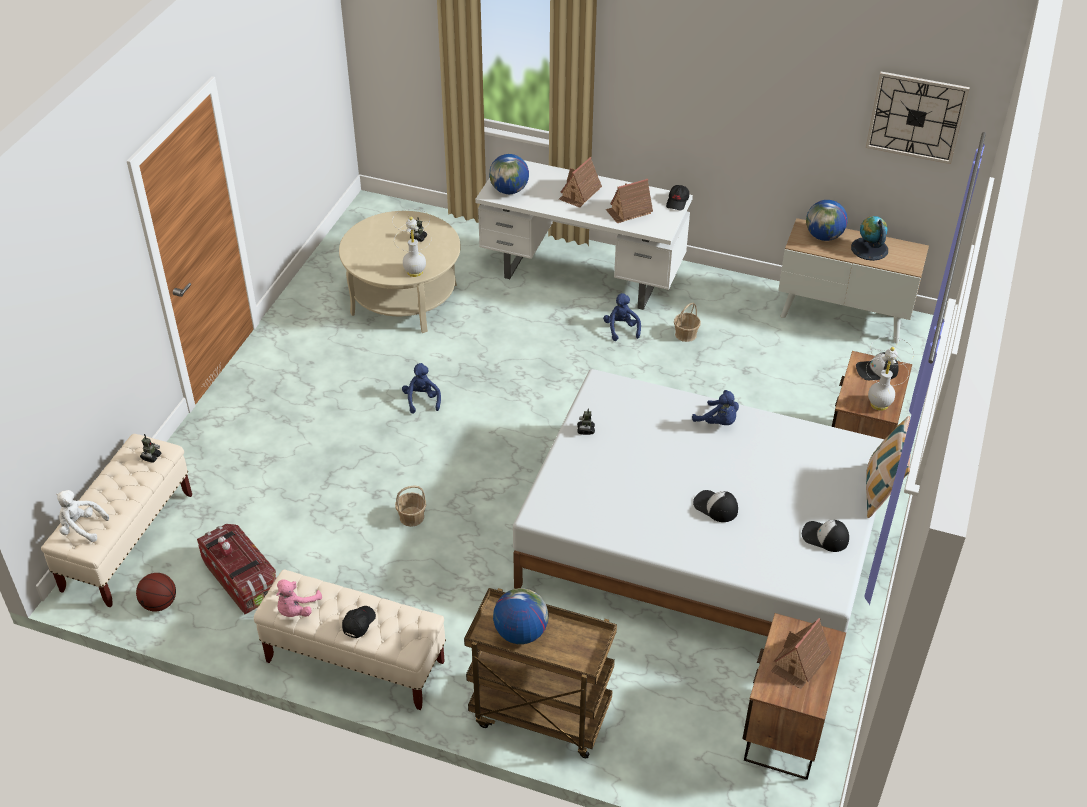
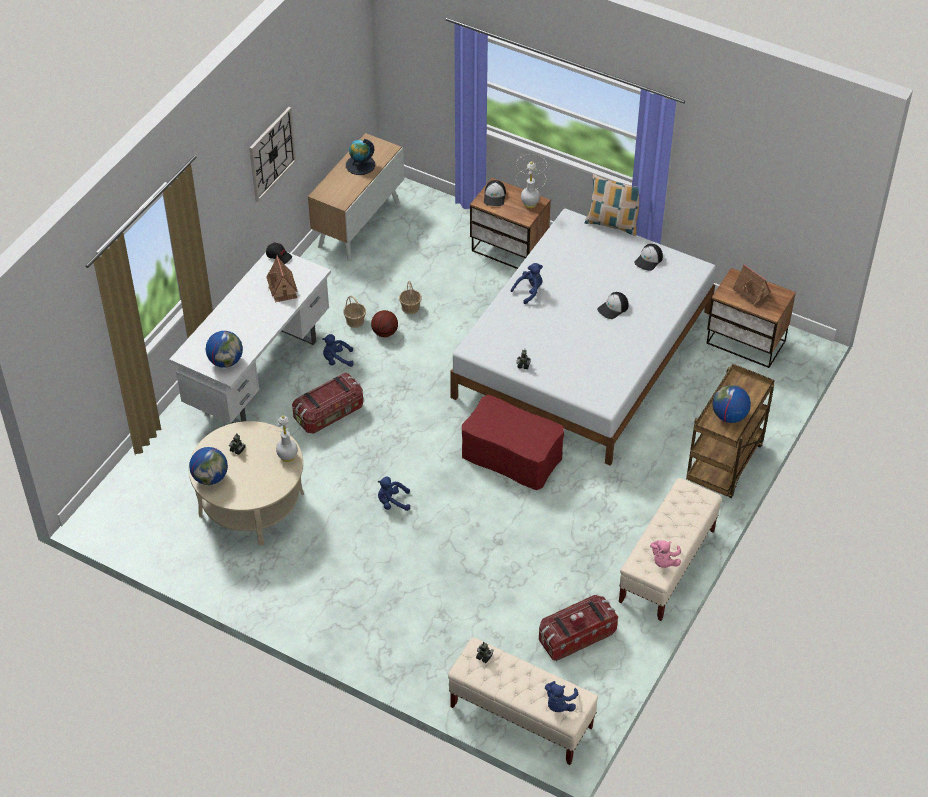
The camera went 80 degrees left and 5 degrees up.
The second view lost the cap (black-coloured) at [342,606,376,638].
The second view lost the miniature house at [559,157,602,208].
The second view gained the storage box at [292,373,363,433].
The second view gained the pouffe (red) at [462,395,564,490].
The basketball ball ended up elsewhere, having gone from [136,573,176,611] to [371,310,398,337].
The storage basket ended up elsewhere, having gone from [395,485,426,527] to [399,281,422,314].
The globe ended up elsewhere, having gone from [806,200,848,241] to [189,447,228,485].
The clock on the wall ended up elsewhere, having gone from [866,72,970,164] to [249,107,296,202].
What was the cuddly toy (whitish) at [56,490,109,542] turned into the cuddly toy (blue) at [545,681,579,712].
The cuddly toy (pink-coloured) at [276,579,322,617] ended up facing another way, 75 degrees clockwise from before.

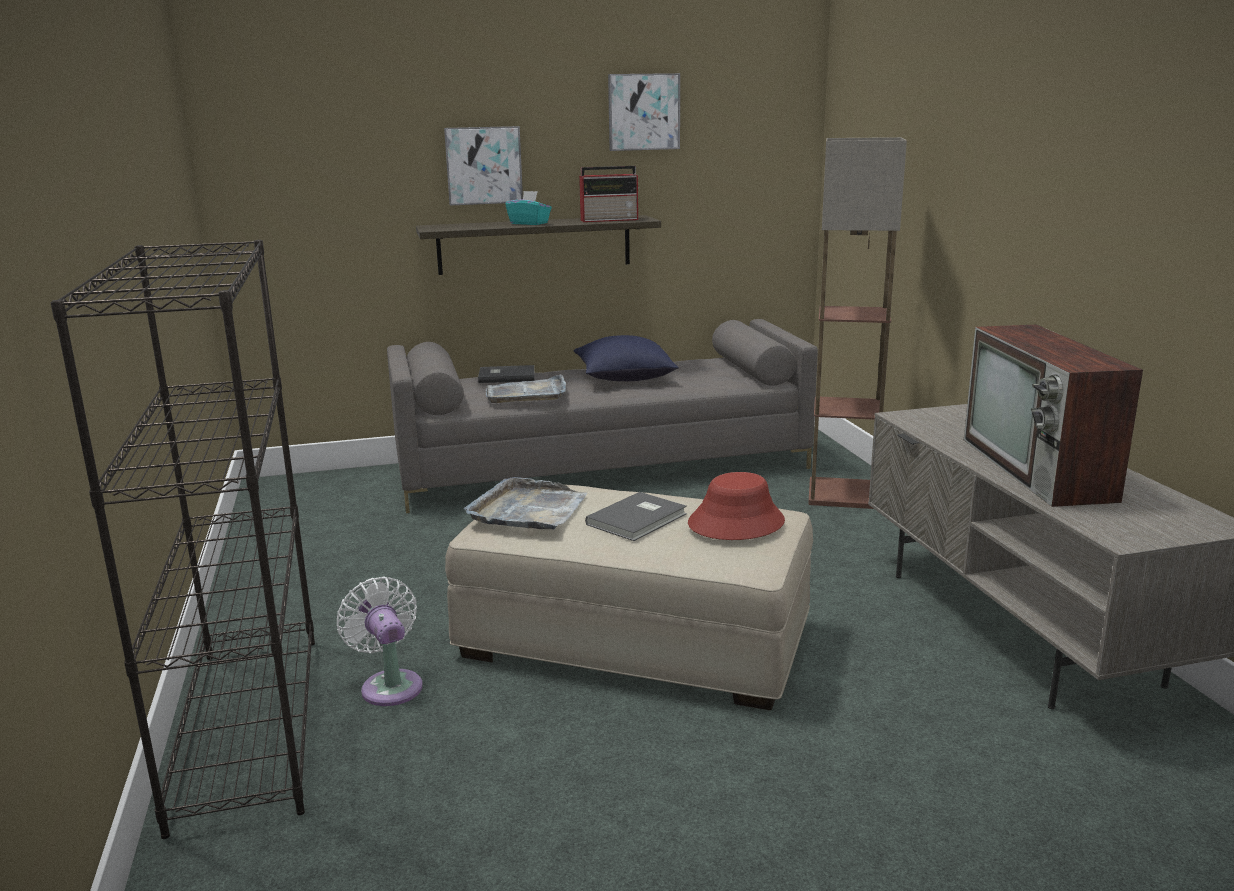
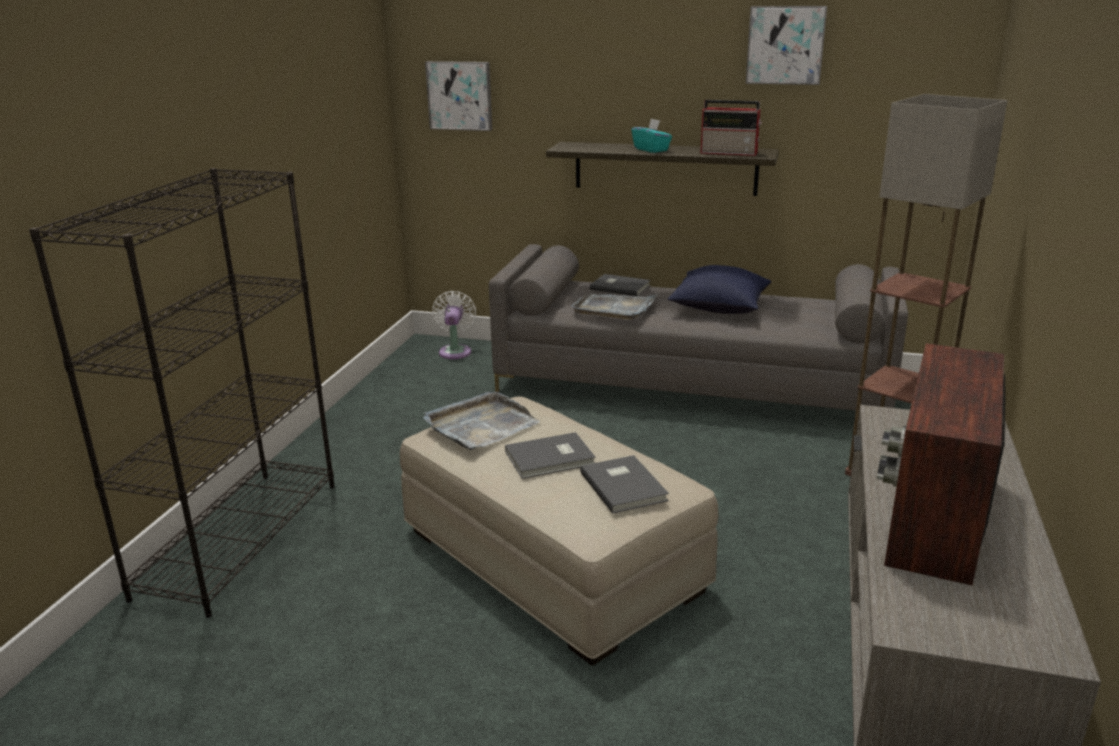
The camera went 30 degrees right and 5 degrees up.
The electric fan (whitish) ended up elsewhere, having gone from [337,577,423,706] to [432,291,476,359].
The wall picture ended up elsewhere, having gone from [444,126,523,206] to [425,61,492,131].
Where the clothing hat (red) stood at [688,472,785,540], the volume (greyish) came to stand at [580,455,669,514].

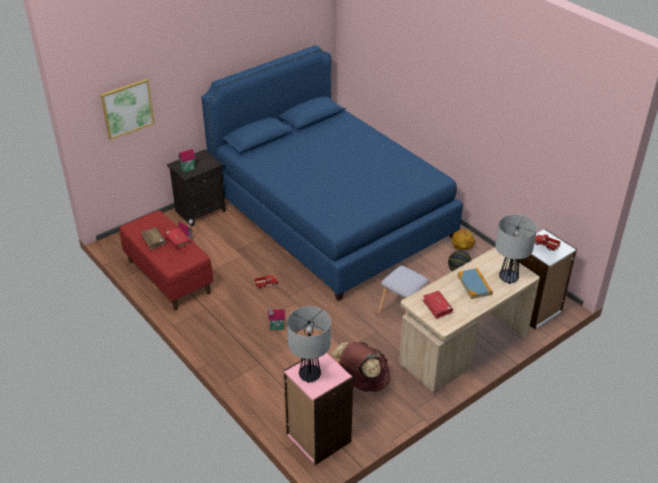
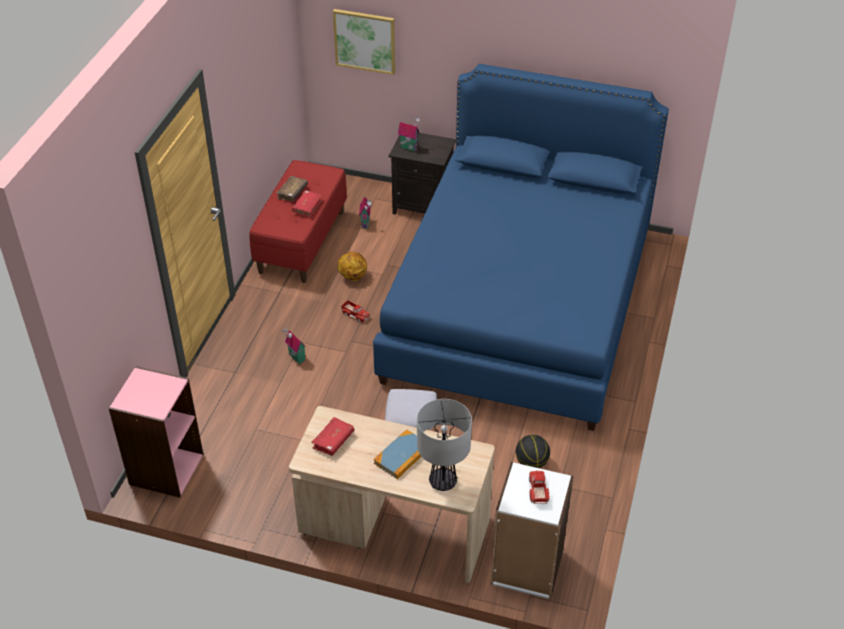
The camera went 55 degrees right and 5 degrees up.
The second view lost the tabletop lamp at [287,306,331,383].
The second view lost the knapsack (brown-coloured) at [332,341,391,392].
The basketball ball ended up elsewhere, having gone from [452,229,475,250] to [338,252,367,281].

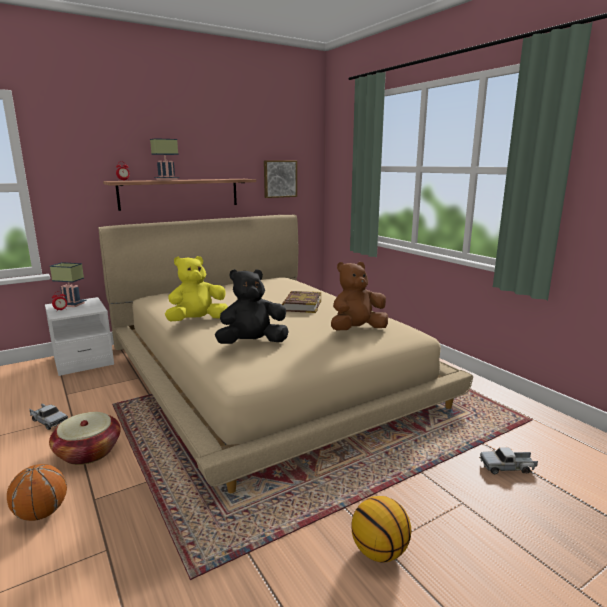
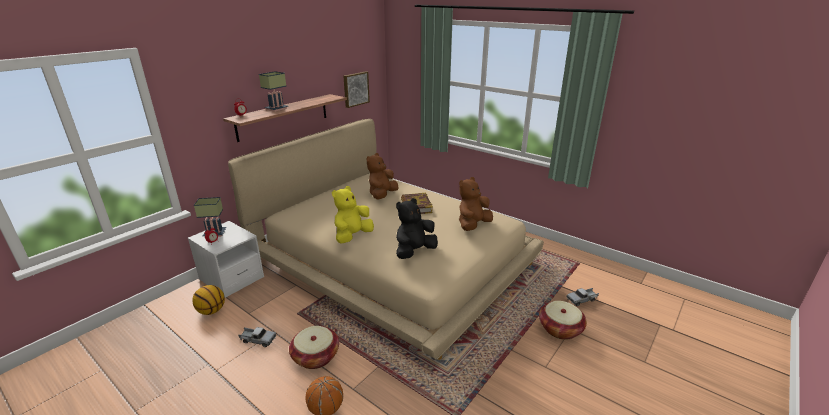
The camera went 20 degrees left and 10 degrees up.
The second view gained the cuddly toy (brown-coloured) at [367,153,399,200].
The second view gained the storage basket at [539,301,587,340].
The basketball ball ended up elsewhere, having gone from [351,496,411,563] to [192,285,225,315].

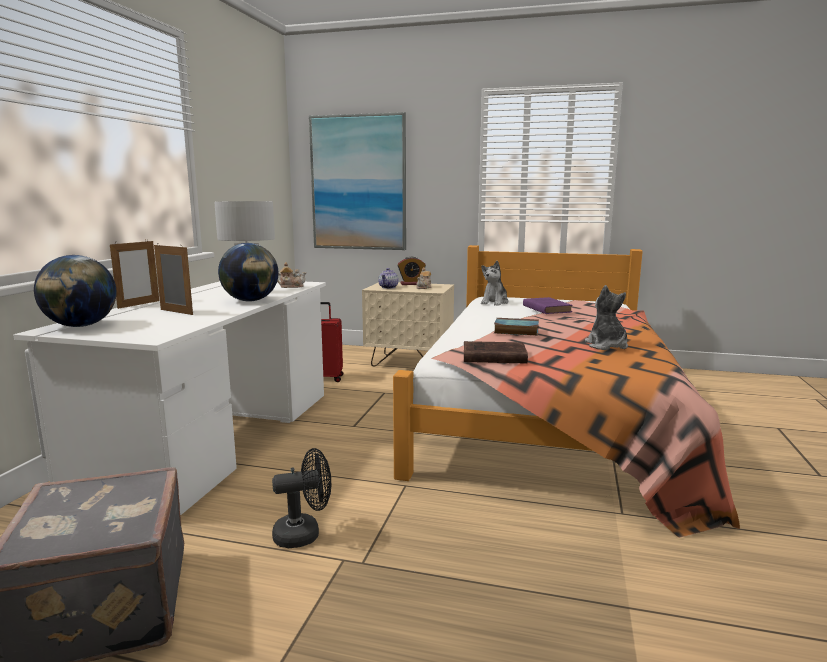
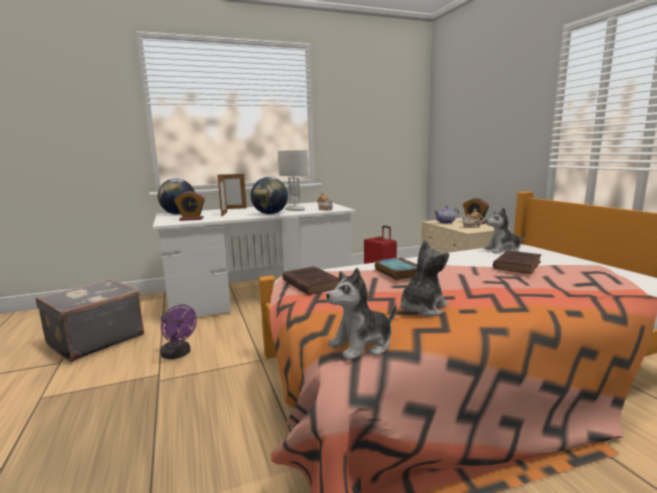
The camera went 55 degrees right and 0 degrees up.
The second view lost the wall picture at [309,112,406,250].
The second view gained the table clock at [174,191,205,221].
The second view gained the cuddly toy at [326,268,396,360].
What was the electric fan (black-coloured) at [272,448,331,548] turned into the electric fan (purple) at [160,305,197,359].
What was the volume (purple) at [523,297,573,314] turned into the volume (brown-coloured) at [493,250,541,274].

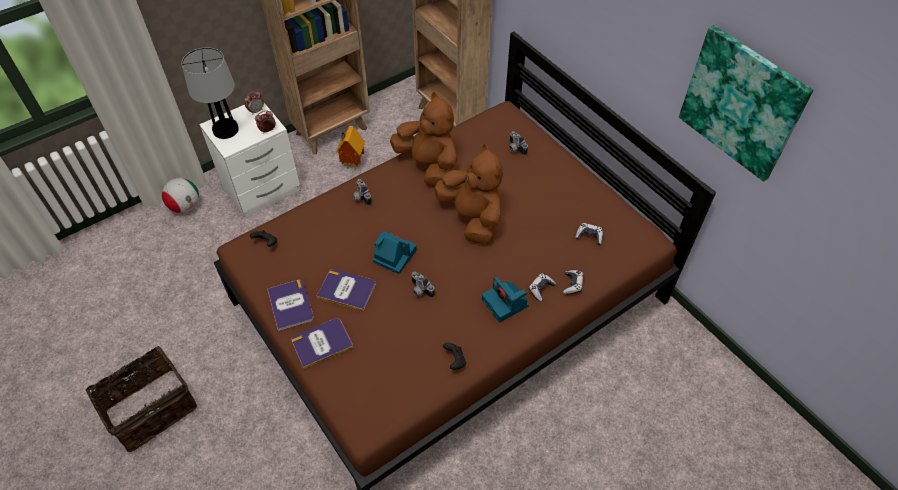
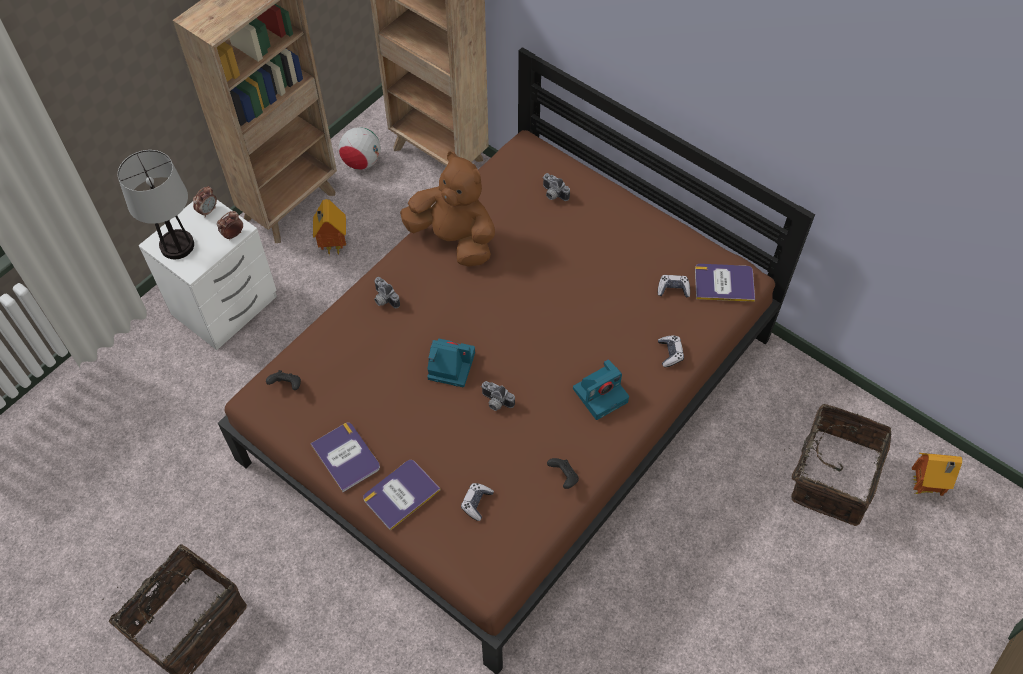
The camera went 15 degrees left and 5 degrees up.
The second view lost the cuddly toy (brown-coloured) at [434,144,503,244].
The second view lost the wall picture at [679,25,813,182].
The second view gained the storage basket at [777,404,891,526].
The second view gained the miniature house at [912,453,962,496].
The football ball ended up elsewhere, having gone from [162,178,199,213] to [338,127,381,170].
The volume ended up elsewhere, having gone from [317,269,376,311] to [695,264,755,302].
The gamepad ended up elsewhere, having gone from [529,273,556,301] to [461,483,494,521].
The still camera at [482,277,529,322] ended up facing another way, 75 degrees counterclockwise from before.

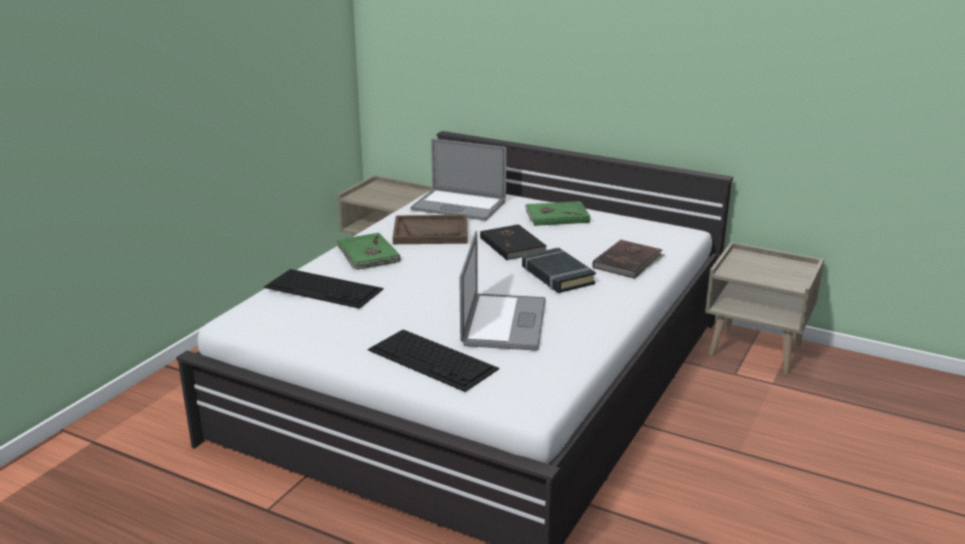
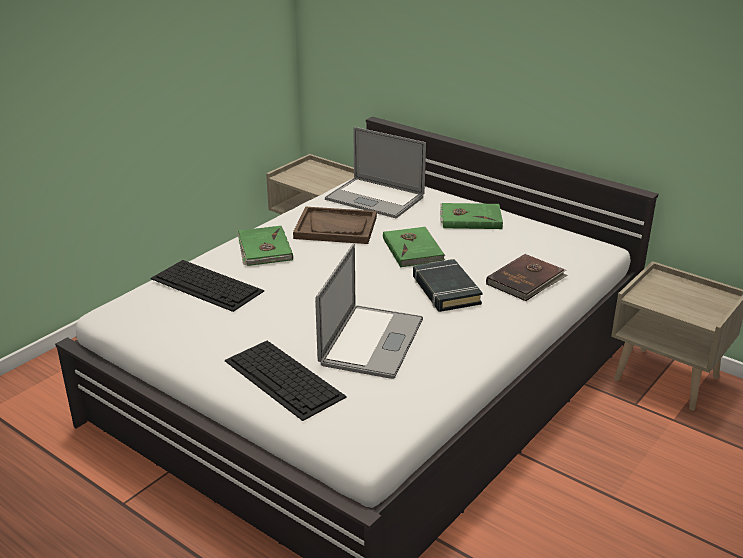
The camera went 10 degrees right and 5 degrees up.
What was the volume (black-coloured) at [480,224,547,260] turned into the volume (green) at [383,227,445,267].

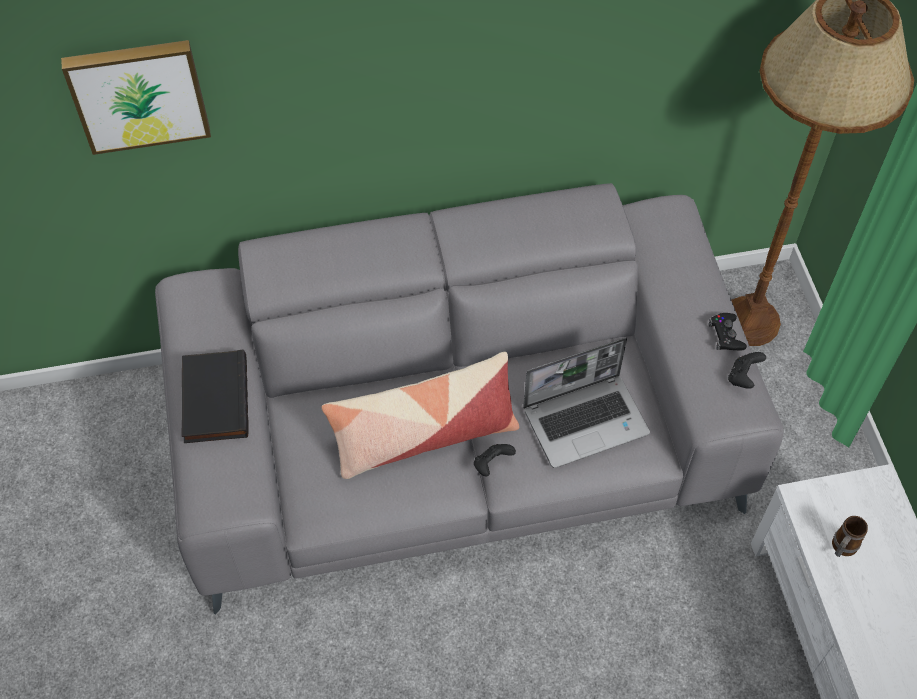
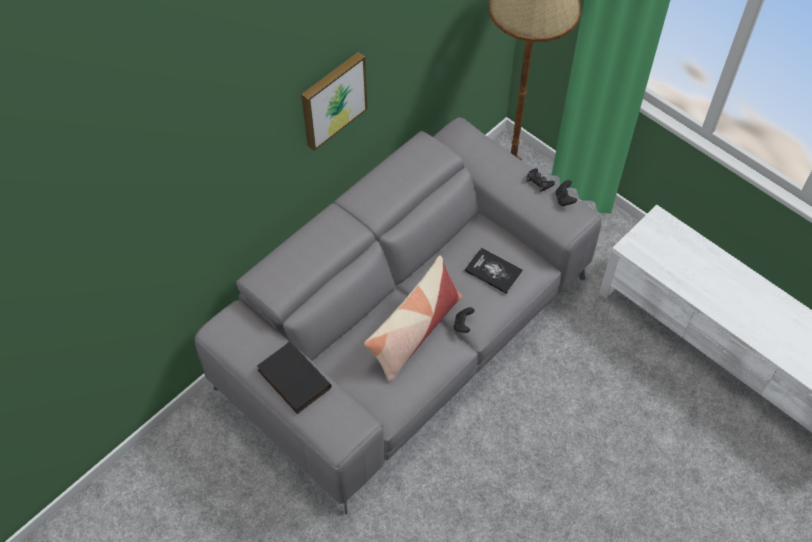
The camera went 35 degrees left and 0 degrees up.
The second view lost the mug at [832,516,868,557].
The wall picture ended up elsewhere, having gone from [61,40,211,155] to [301,52,368,151].
Where the laptop stood at [523,337,650,468], the volume came to stand at [464,247,523,294].

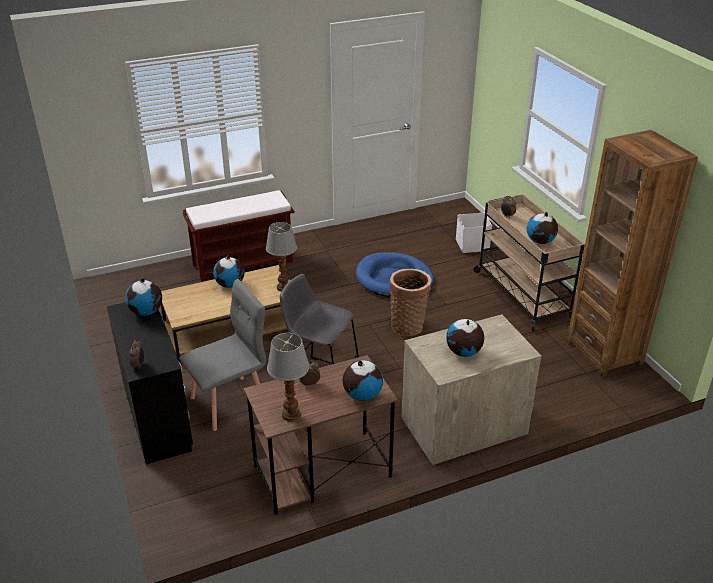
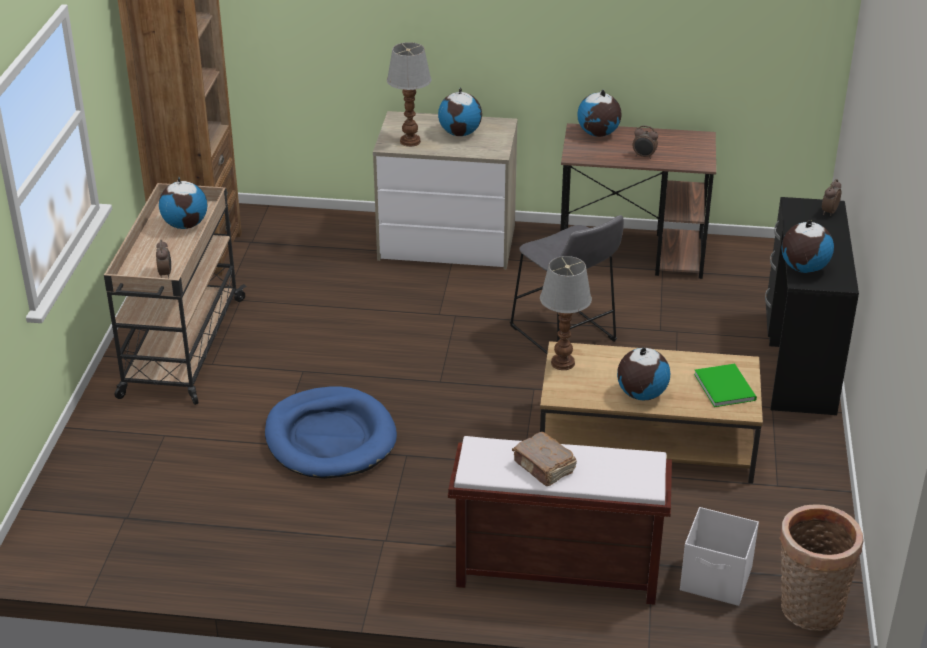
The camera went 150 degrees left and 0 degrees up.
The second view lost the plain chair (greyish) at [179,279,266,431].
The second view gained the volume (brown-coloured) at [512,432,577,486].
The second view gained the volume (green) at [694,364,757,407].
The tabletop lamp ended up elsewhere, having gone from [267,333,310,422] to [387,42,432,147].
The storage basket ended up elsewhere, having gone from [390,269,432,336] to [779,504,864,631].
The storage box (whitish) ended up elsewhere, having gone from [456,212,492,253] to [680,507,759,606].

